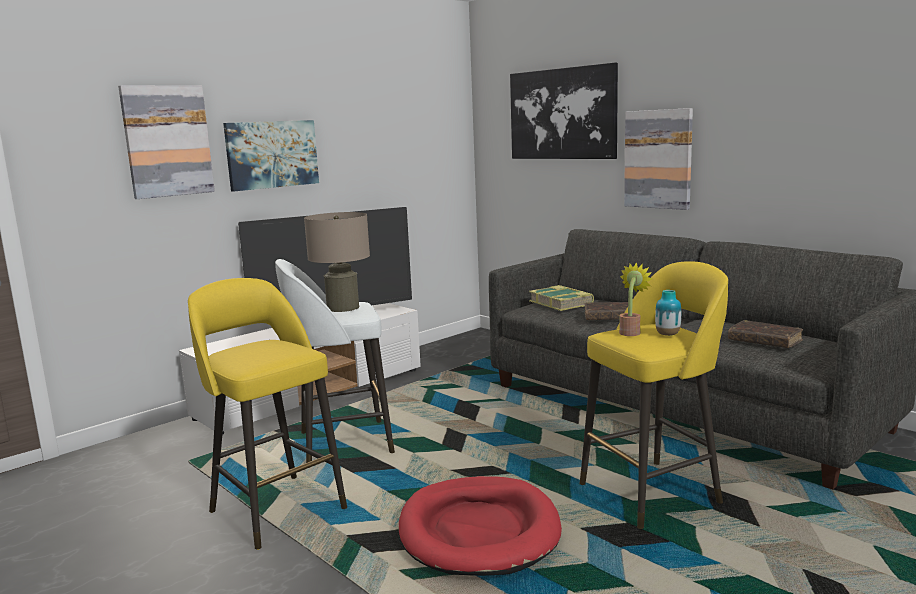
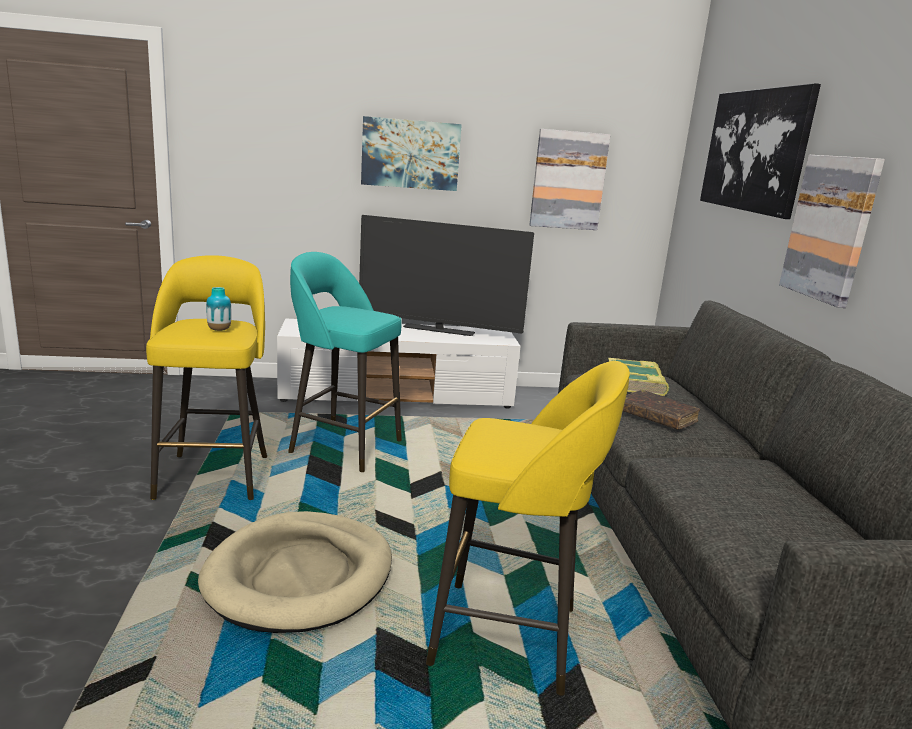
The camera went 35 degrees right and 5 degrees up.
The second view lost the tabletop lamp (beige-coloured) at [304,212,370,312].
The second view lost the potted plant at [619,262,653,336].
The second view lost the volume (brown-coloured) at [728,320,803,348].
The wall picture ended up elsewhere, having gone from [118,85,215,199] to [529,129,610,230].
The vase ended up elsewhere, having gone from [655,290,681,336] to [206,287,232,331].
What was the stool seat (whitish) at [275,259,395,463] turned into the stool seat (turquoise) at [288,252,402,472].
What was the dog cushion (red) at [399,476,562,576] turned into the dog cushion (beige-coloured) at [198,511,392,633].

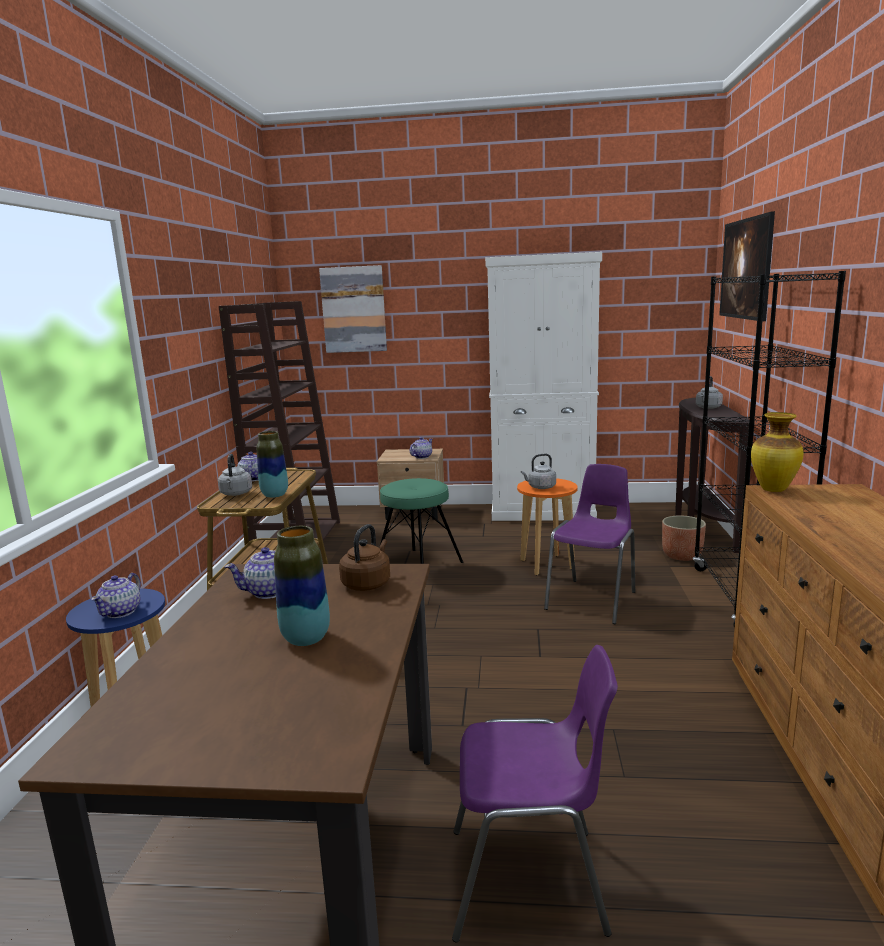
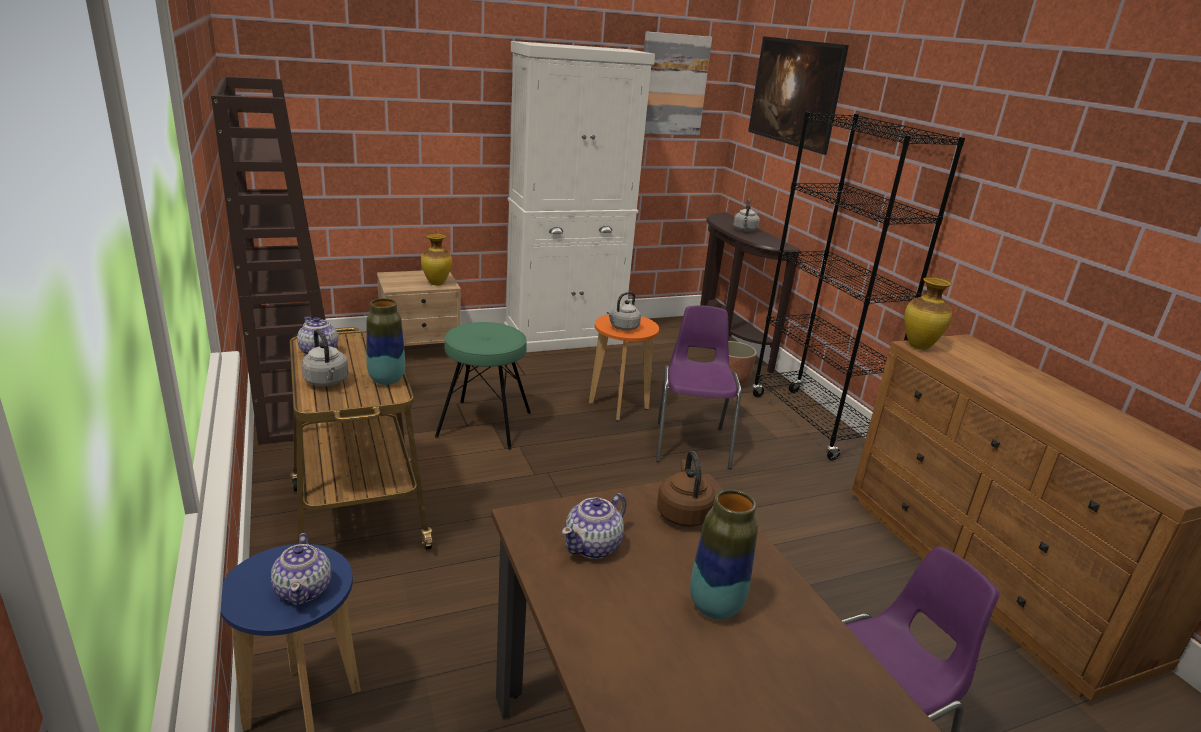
The camera went 30 degrees left and 10 degrees up.
The wall picture ended up elsewhere, having gone from [319,265,387,353] to [644,31,712,135].
Where the tea pot stood at [410,437,433,459], the vase came to stand at [421,233,452,286].

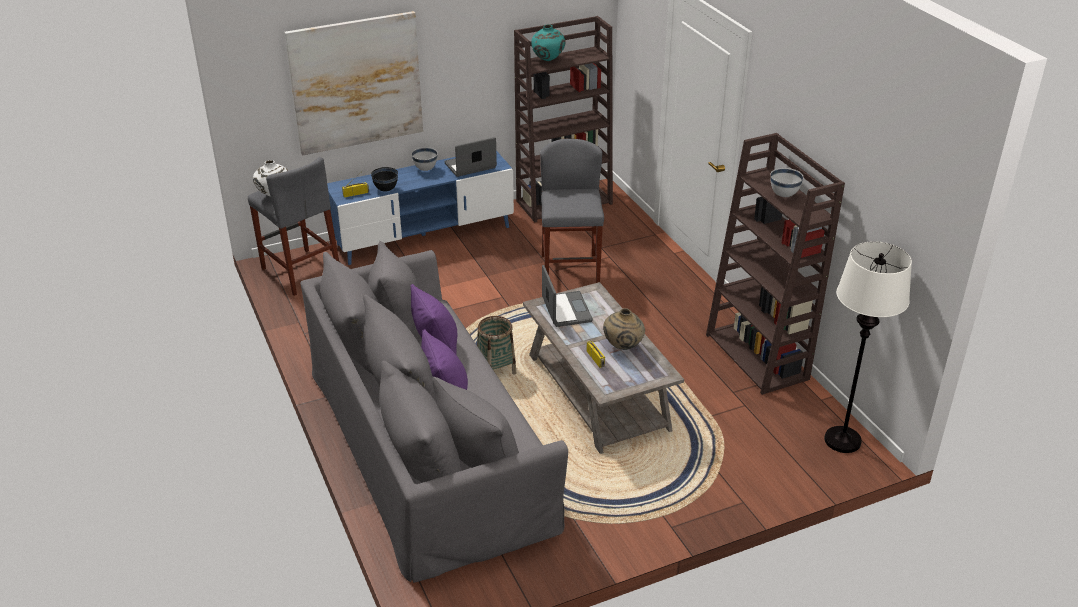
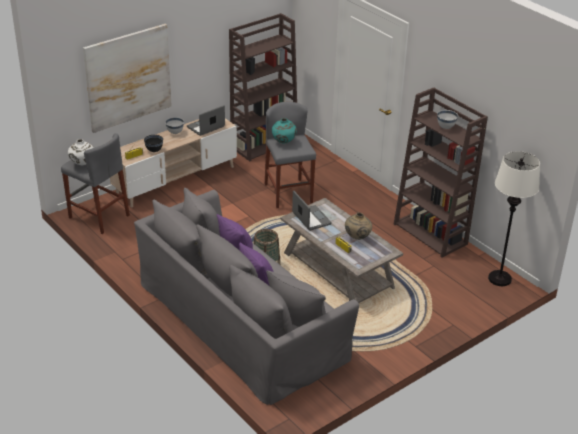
The camera went 15 degrees left and 0 degrees up.
The vase (turquoise) ended up elsewhere, having gone from [531,24,565,61] to [272,118,297,143].
What was the tv unit (blue) at [327,150,514,265] turned into the tv unit (beige-coloured) at [110,118,237,208].

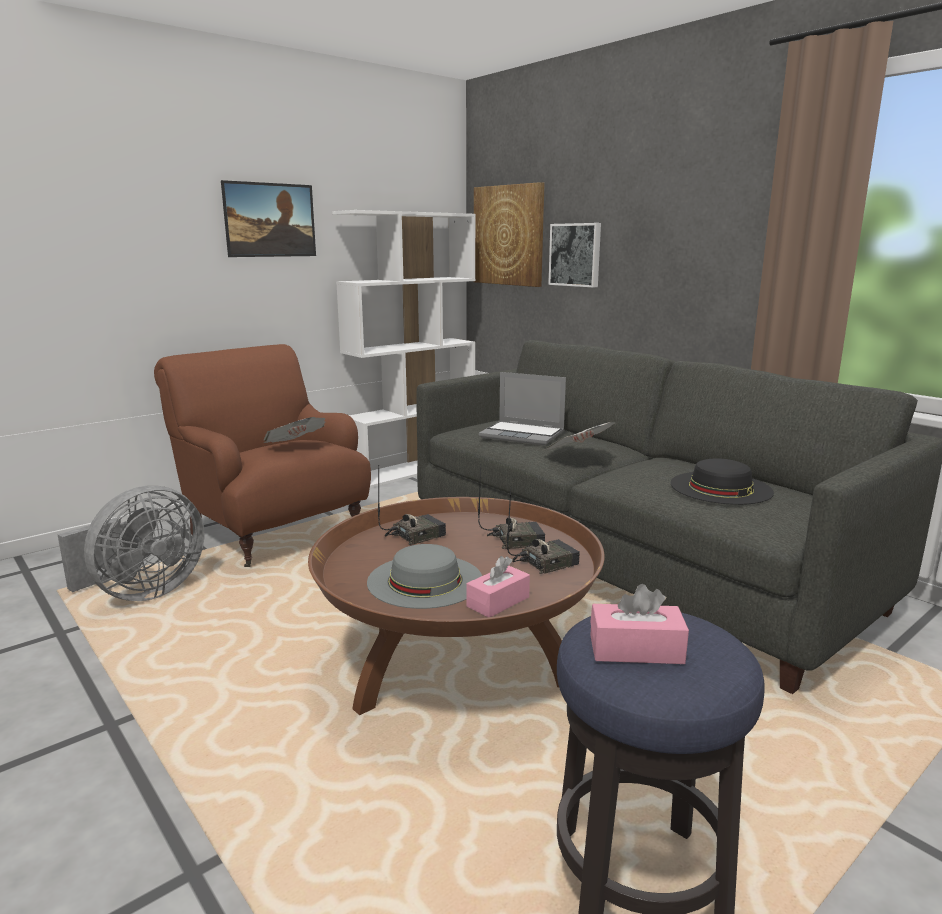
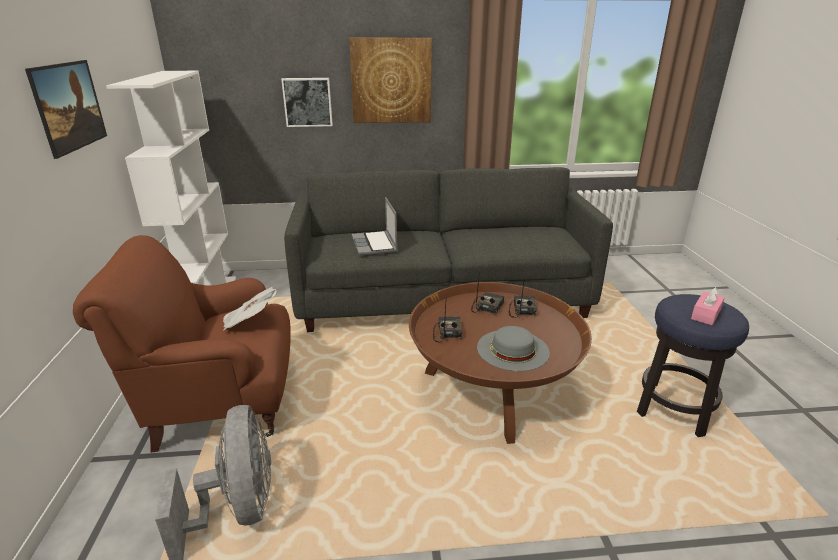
The camera went 55 degrees left and 10 degrees up.
The second view lost the box of tissues (pink-coloured) at [466,556,530,617].
The second view lost the printed paper at [543,422,616,450].
The second view lost the clothing hat (black-coloured) at [671,458,774,505].
The wall picture ended up elsewhere, having gone from [474,182,545,287] to [349,37,432,123].
The laptop at [479,372,566,446] ended up facing another way, 105 degrees clockwise from before.

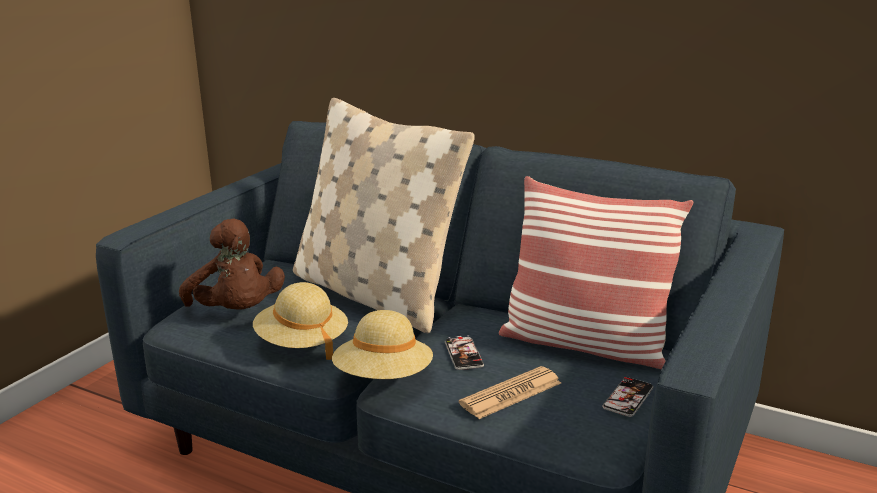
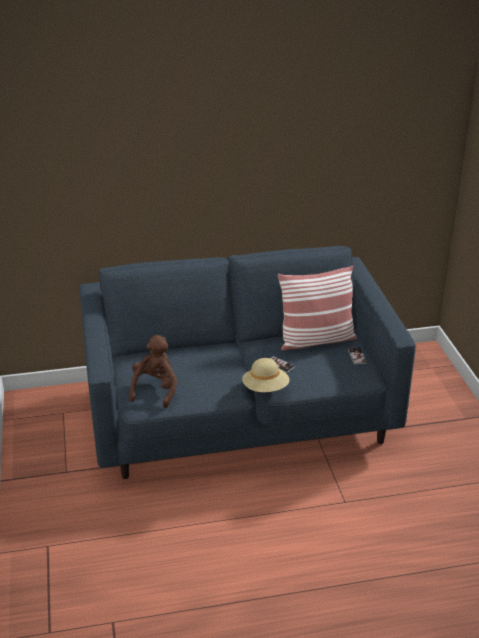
The camera went 40 degrees left and 10 degrees up.
The second view lost the clothing hat (beige-coloured) at [253,282,348,360].
The second view lost the cushion (beige-coloured) at [293,98,475,333].
The second view lost the printed paper at [459,366,561,419].
The cuddly toy (brown-coloured) at [179,219,285,310] ended up facing another way, 90 degrees counterclockwise from before.

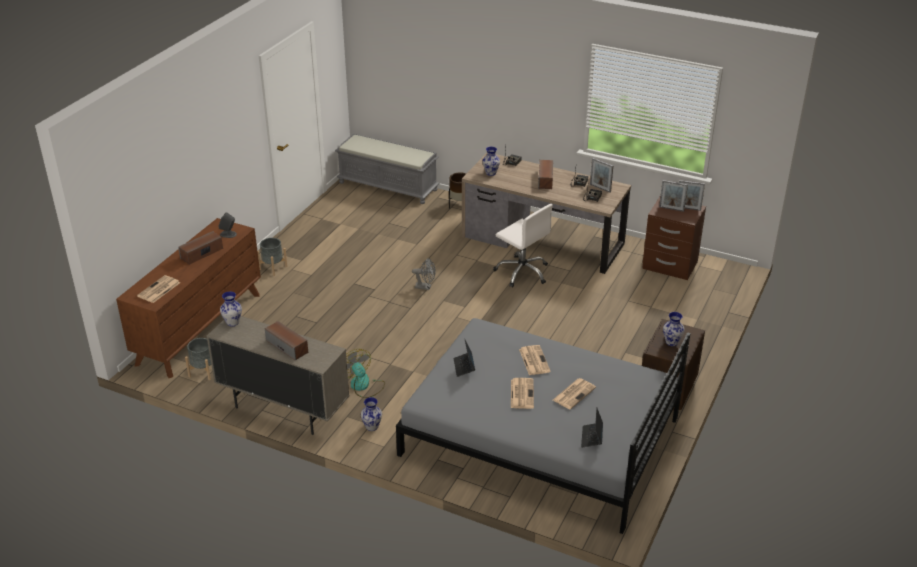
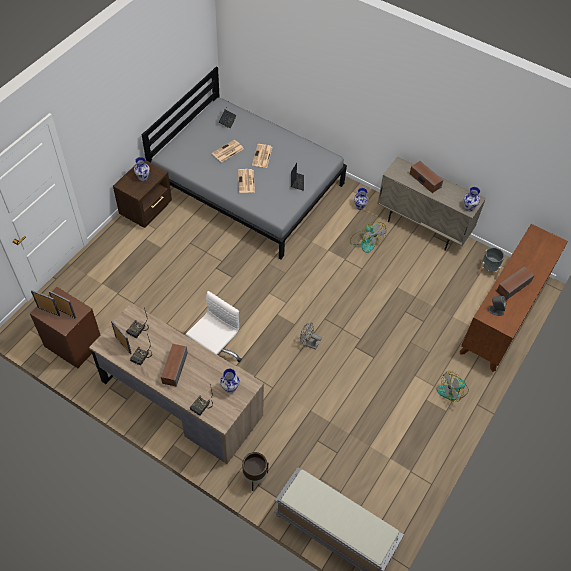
The camera went 175 degrees left and 20 degrees up.
The second view lost the printed paper at [137,275,180,303].
Where the planter (greyish) stood at [258,238,288,276], the electric fan came to stand at [437,371,469,402].
The office chair (whitish) at [493,204,553,287] ended up facing another way, 75 degrees clockwise from before.

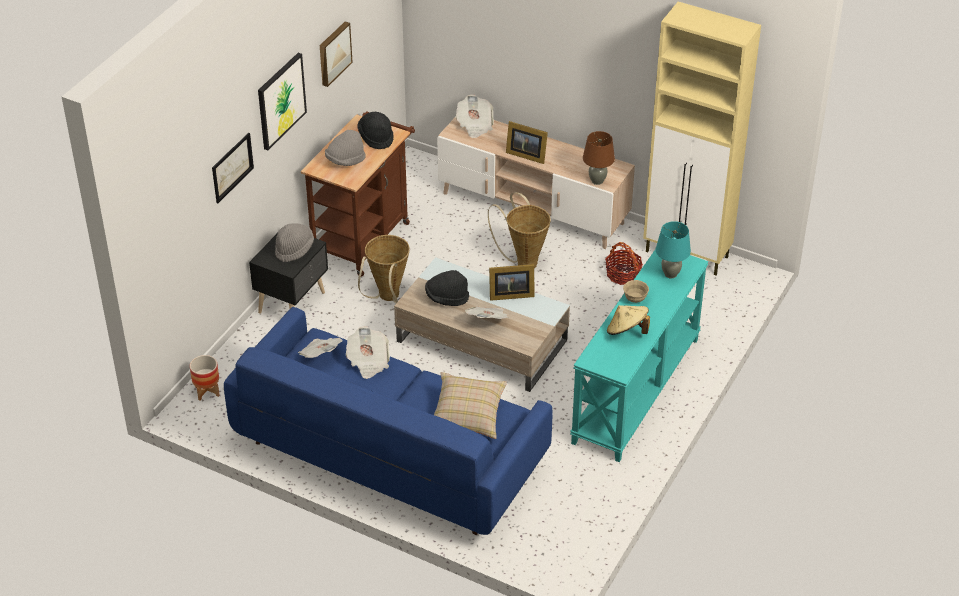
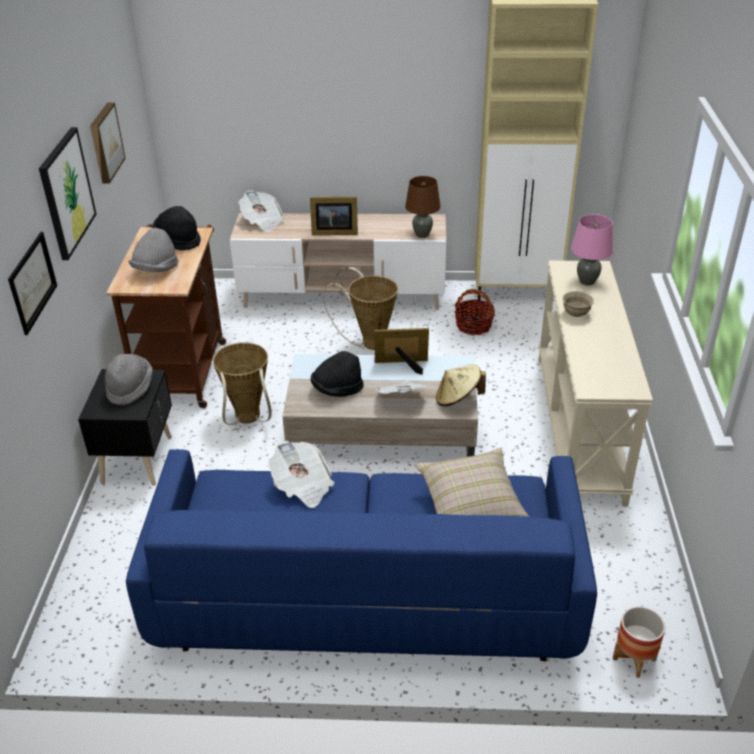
The camera went 25 degrees left and 5 degrees down.
The second view lost the printed paper at [298,338,343,358].
The planter ended up elsewhere, having gone from [190,355,220,400] to [613,607,665,678].
The clothing hat (beige-coloured) ended up elsewhere, having gone from [607,305,650,335] to [436,364,486,406].
What was the narrow table (turquoise) at [570,249,709,462] turned into the narrow table (beige-coloured) at [538,260,653,506].
What was the tabletop lamp (turquoise) at [656,221,691,278] turned into the tabletop lamp (pink-coloured) at [571,214,613,286].
The standing frame at [489,264,534,301] ended up facing another way, 150 degrees counterclockwise from before.

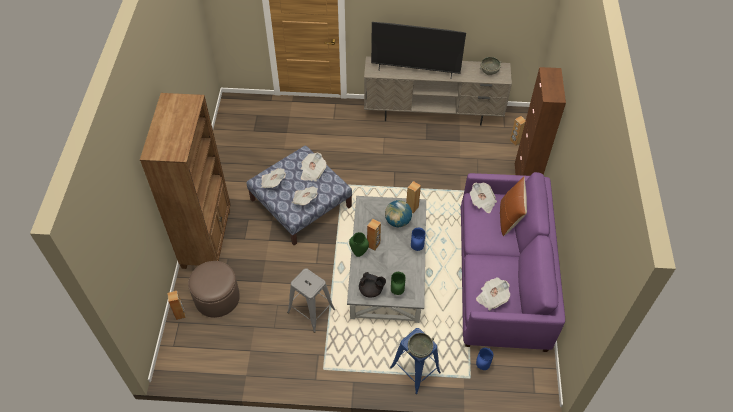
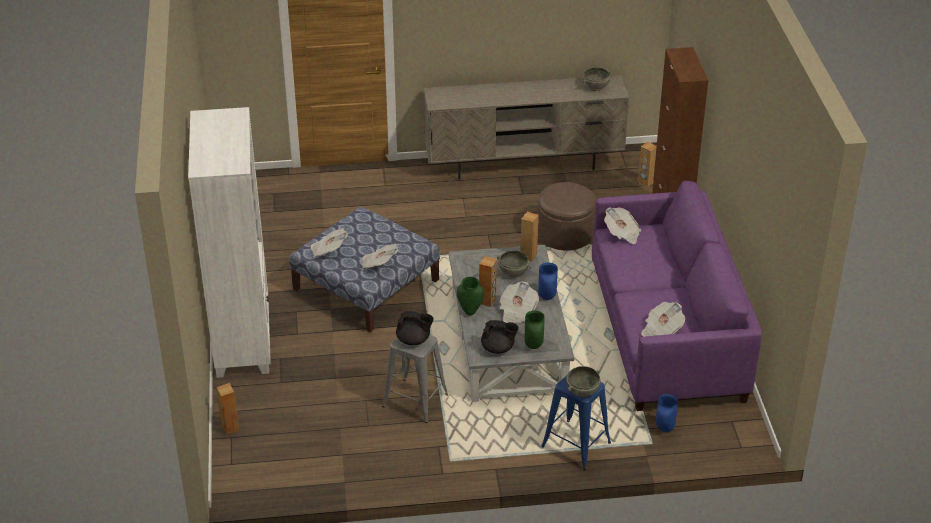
The camera went 10 degrees left and 15 degrees down.
The second view lost the TV at [371,22,466,78].
The second view lost the cushion (brown-coloured) at [500,177,527,236].
The second view gained the tea pot (black-coloured) at [396,311,434,345].
The pouffe (brown-coloured) ended up elsewhere, having gone from [188,261,240,318] to [538,182,596,251].
The printed paper ended up elsewhere, having gone from [301,153,326,181] to [500,281,539,323].
Where the globe stood at [385,200,412,227], the deep dish (greyish) came to stand at [497,250,531,278].
What was the bookcase (brown-coloured) at [140,93,231,269] turned into the bookcase (whitish) at [188,107,271,378].

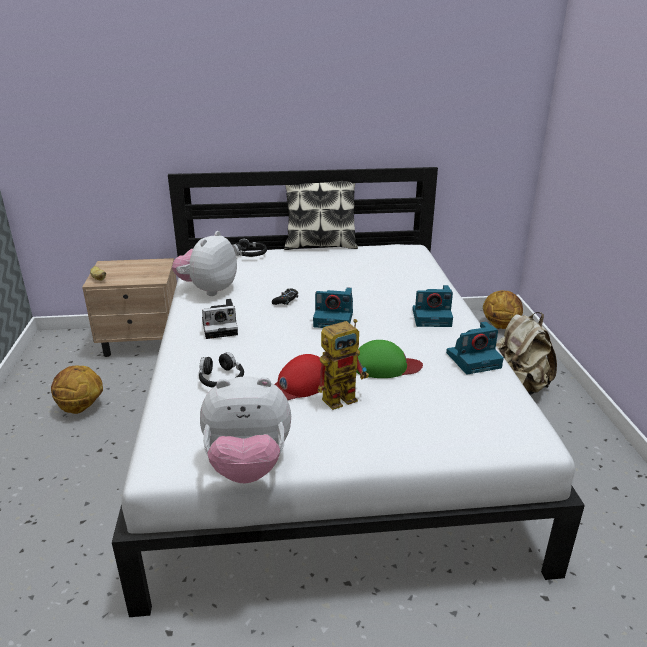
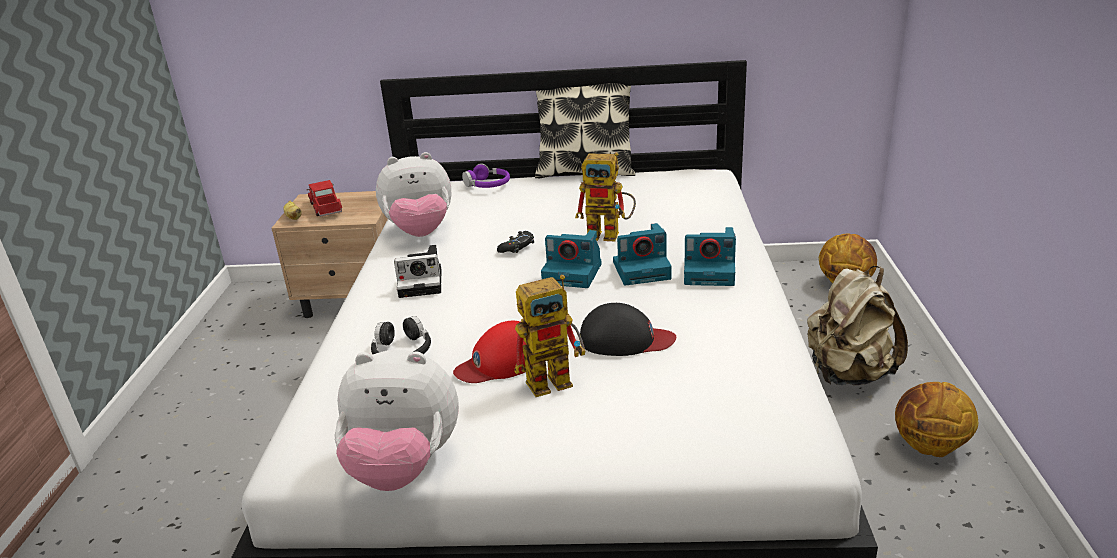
The camera went 10 degrees right and 0 degrees up.
The second view gained the toy truck at [306,180,342,217].
The second view gained the robot figure at [575,152,636,241].
The basketball ball ended up elsewhere, having gone from [51,366,103,414] to [895,382,978,457].
The still camera ended up elsewhere, having gone from [446,321,504,374] to [613,223,672,286].
What was the headset (black-coloured) at [232,239,267,257] turned into the headset (purple) at [462,163,510,188].
What was the cap (green) at [356,340,423,378] turned into the cap (black-coloured) at [580,303,676,356].
The cuddly toy at [172,231,237,296] ended up facing another way, 135 degrees counterclockwise from before.

